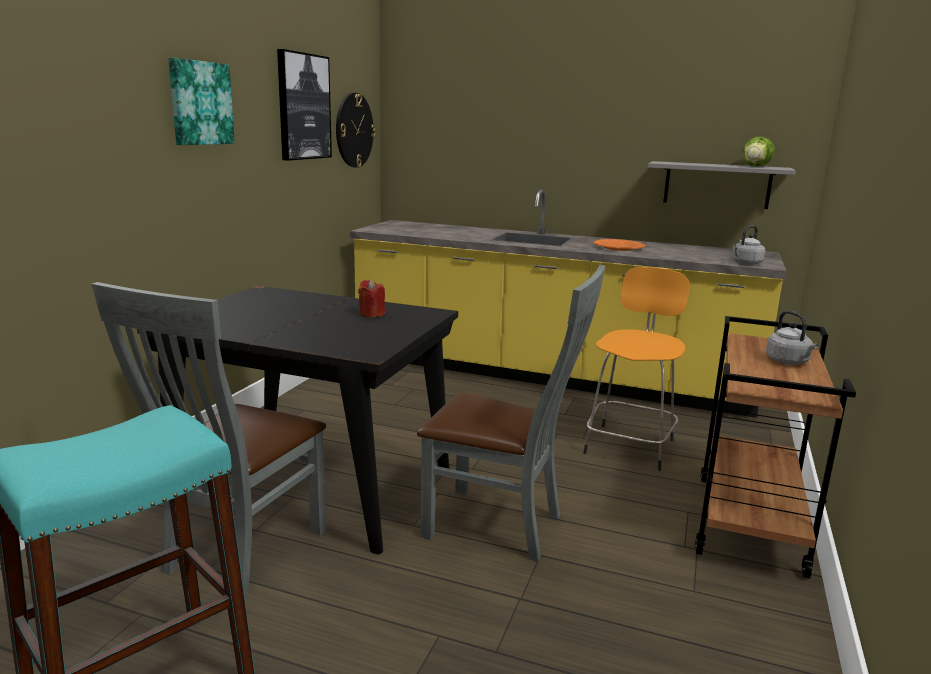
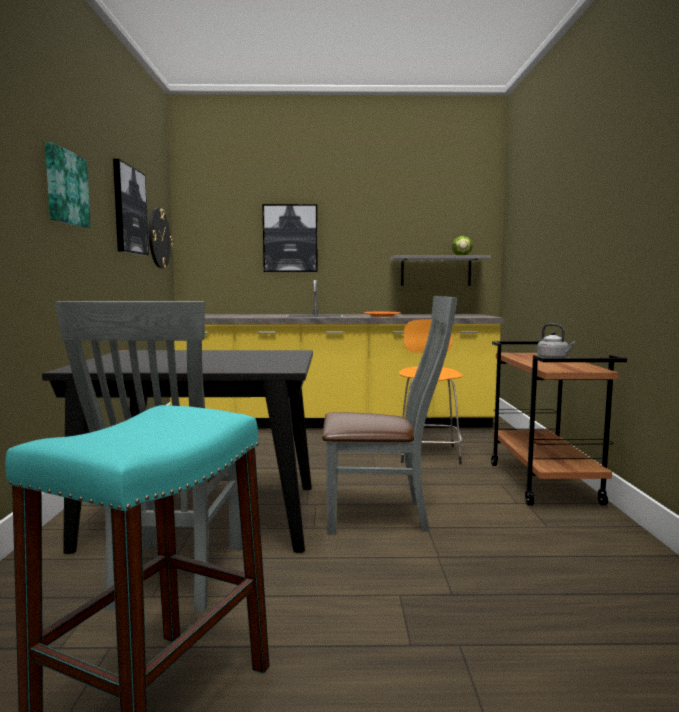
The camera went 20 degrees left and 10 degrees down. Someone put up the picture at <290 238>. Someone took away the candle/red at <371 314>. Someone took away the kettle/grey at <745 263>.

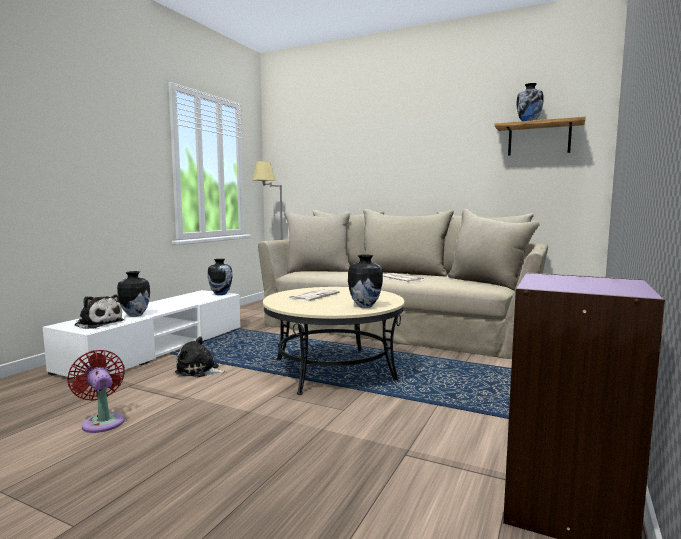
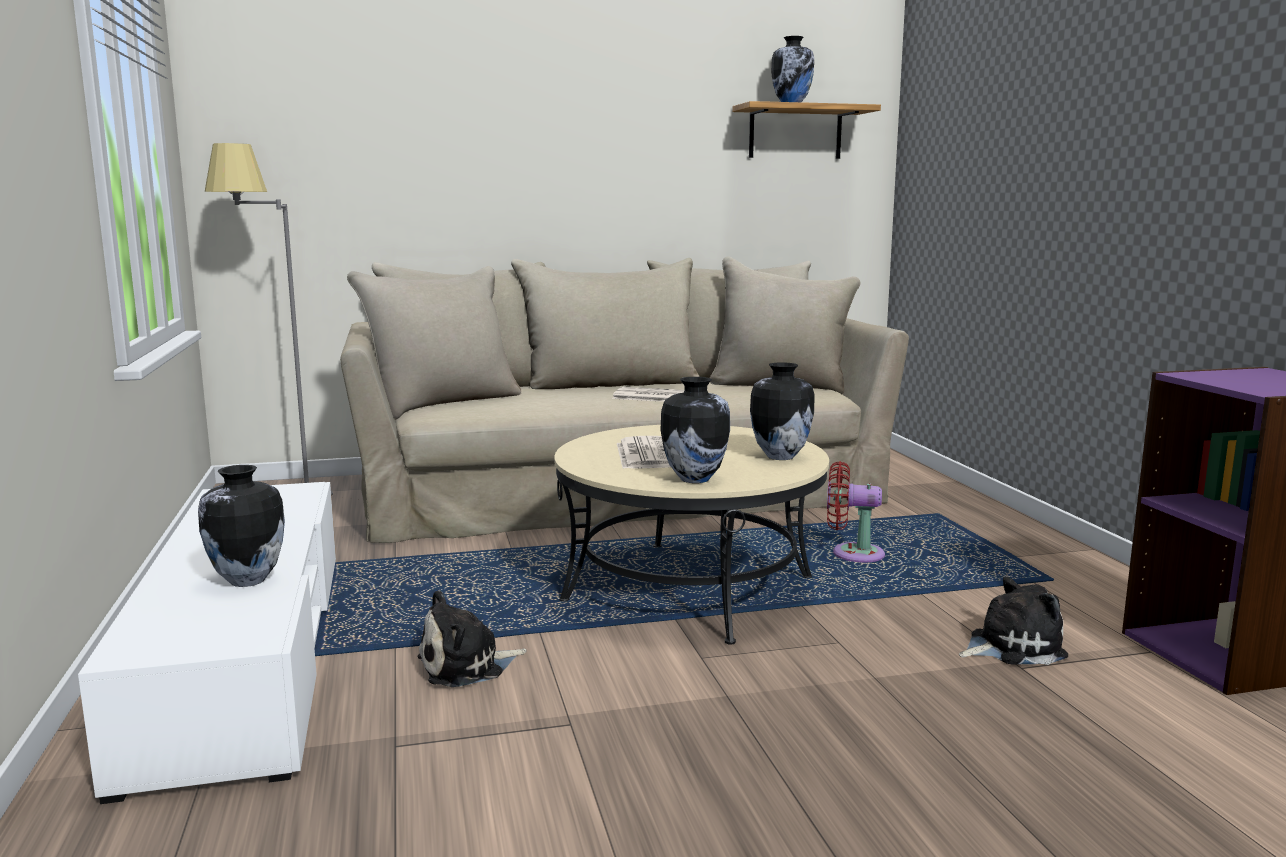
The camera went 40 degrees left and 5 degrees up. Someone carried the vase from <221 294> to <694 479>. Someone carried the fan/red from <102 421> to <852 554>. Someone carried the plush toy from <98 323> to <1011 647>.

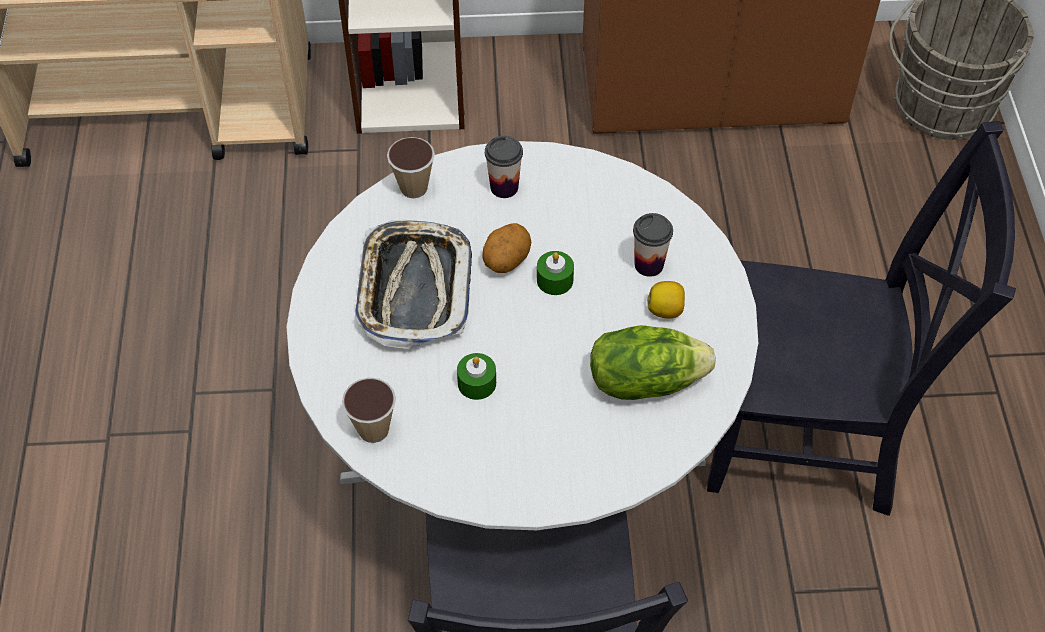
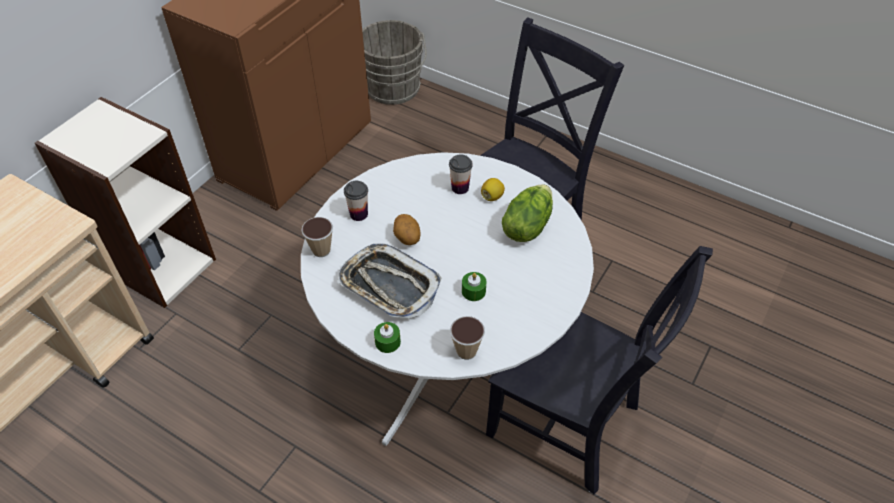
The camera went 55 degrees left and 5 degrees down. Someone carried the candle/green from <555 280> to <387 342>.

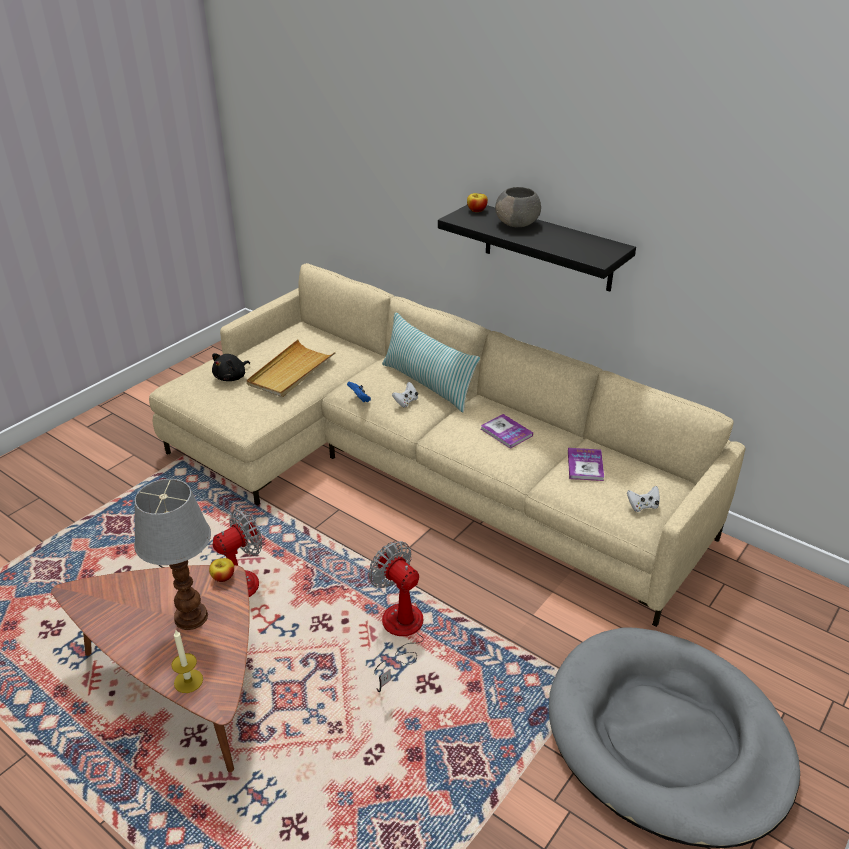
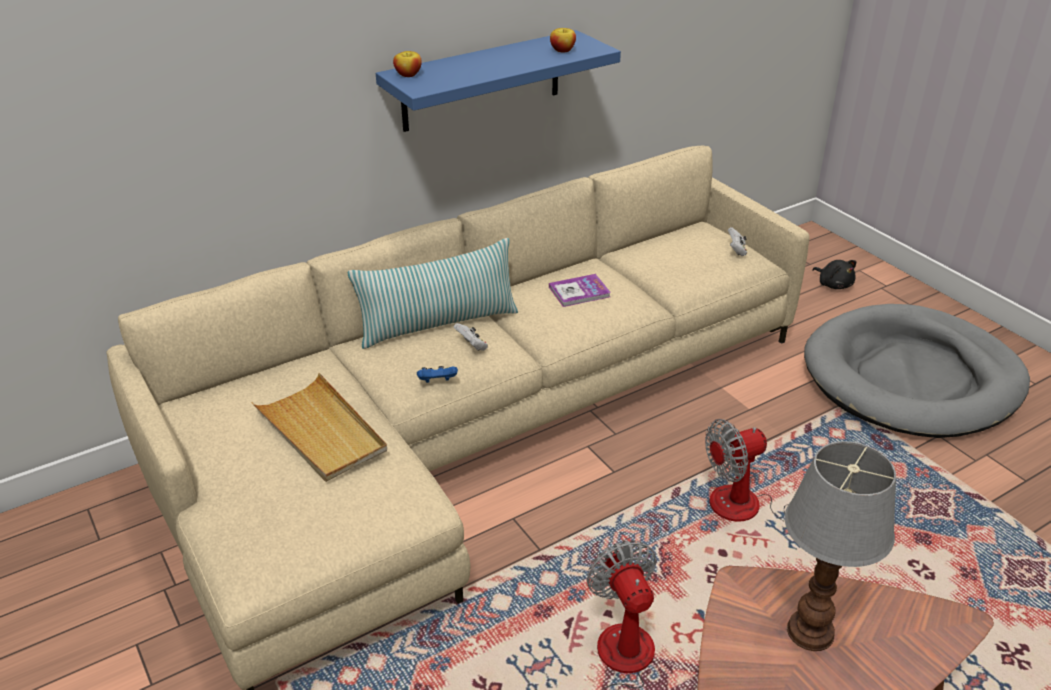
The camera went 70 degrees left and 0 degrees up. Someone repainted the shelf/black at <548 247>, which became the shelf/blue at <482 81>. Someone carried the apple from <223 577> to <562 50>. Someone carried the plush toy/black from <232 377> to <833 284>. Someone took away the candle at <188 681>. Someone took away the bowl/grey at <518 224>. Someone took away the book at <585 465>.

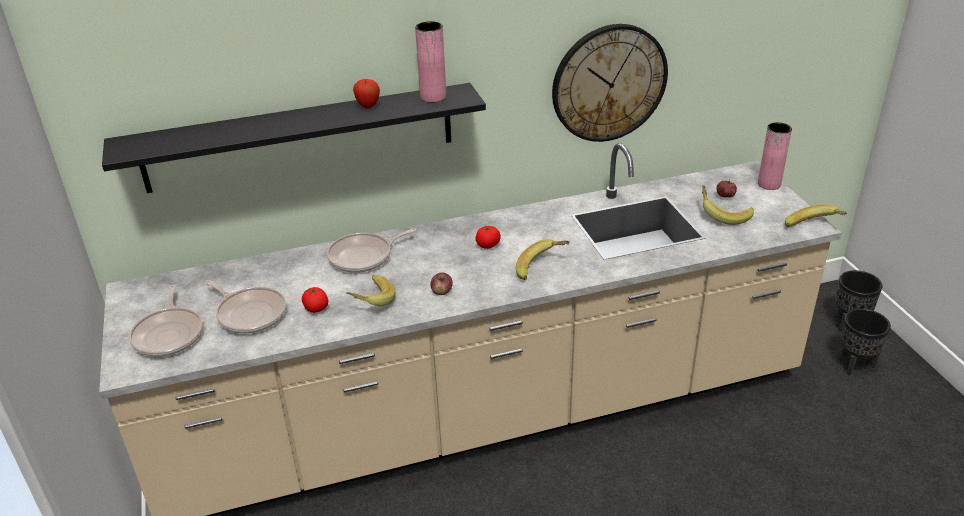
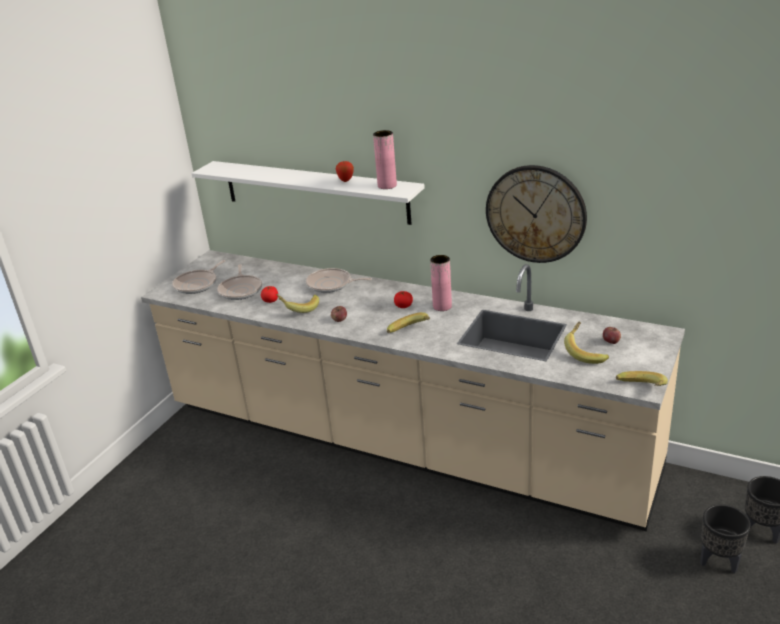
The camera went 45 degrees right and 5 degrees down. Someone repainted the shelf/black at <300 138>, which became the shelf/white at <314 191>. Someone carried the vase/pink from <769 184> to <442 306>.

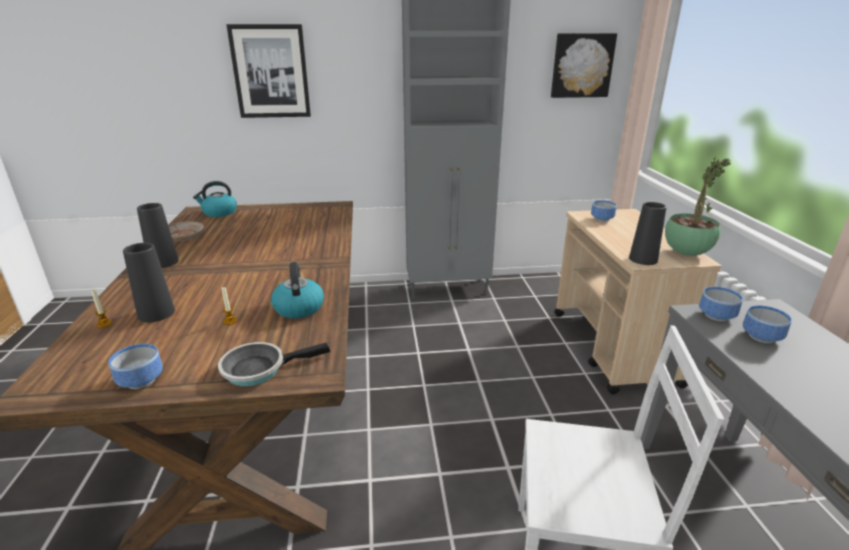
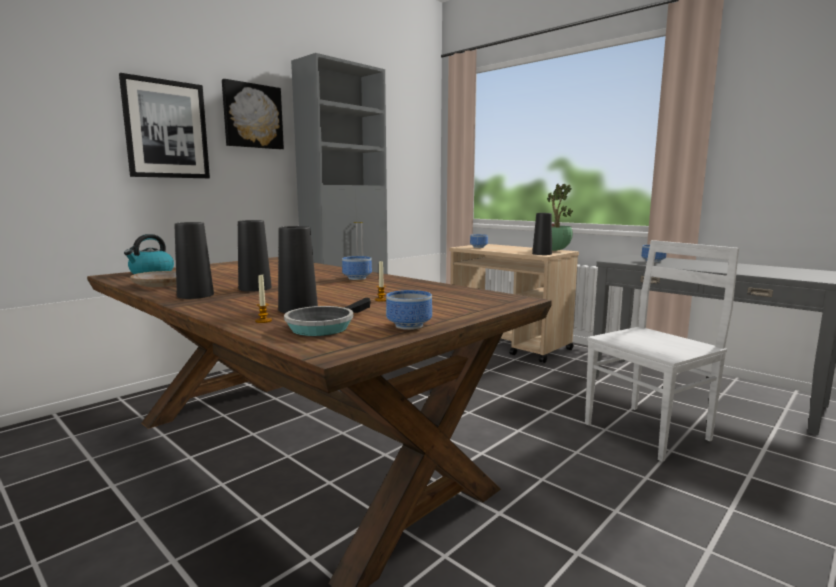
The camera went 40 degrees left and 15 degrees down. Someone carried the picture from <581 65> to <252 116>. Someone put down the vase/black at <255 288>. Someone carried the frying pan from <259 369> to <323 326>. Someone carried the bowl from <717 316> to <358 278>. Someone took away the kettle at <298 307>.

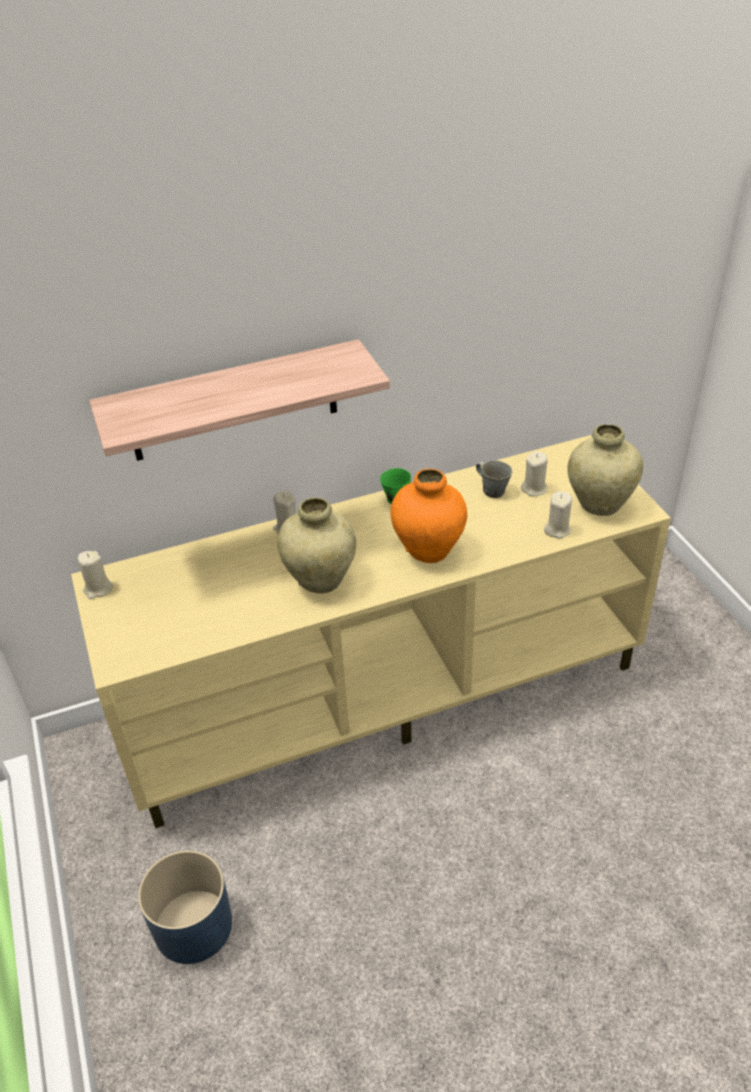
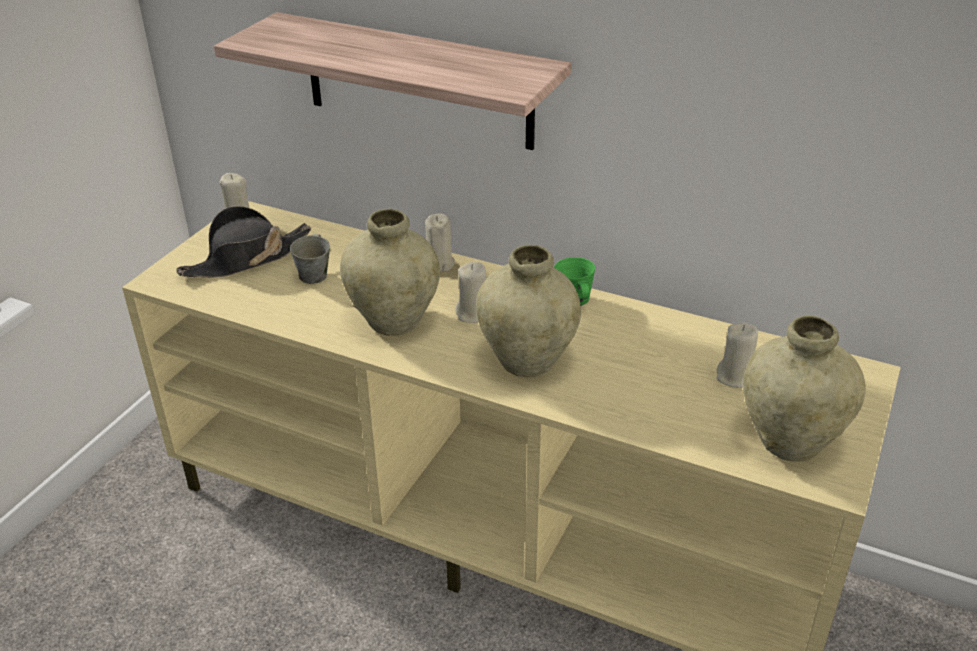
The camera went 45 degrees right and 5 degrees down. Someone put down the hat/black at <246 259>. Someone carried the mug/grey from <493 490> to <314 275>. Someone carried the candle/beige from <557 529> to <473 313>. Someone repainted the vase/orange at <428 550>, which became the vase/beige at <527 361>. Someone took away the planter/blue at <193 925>.

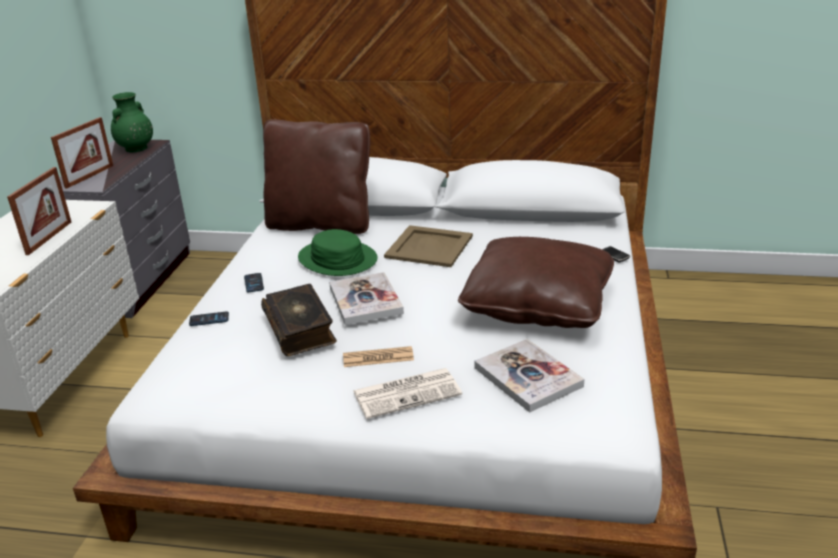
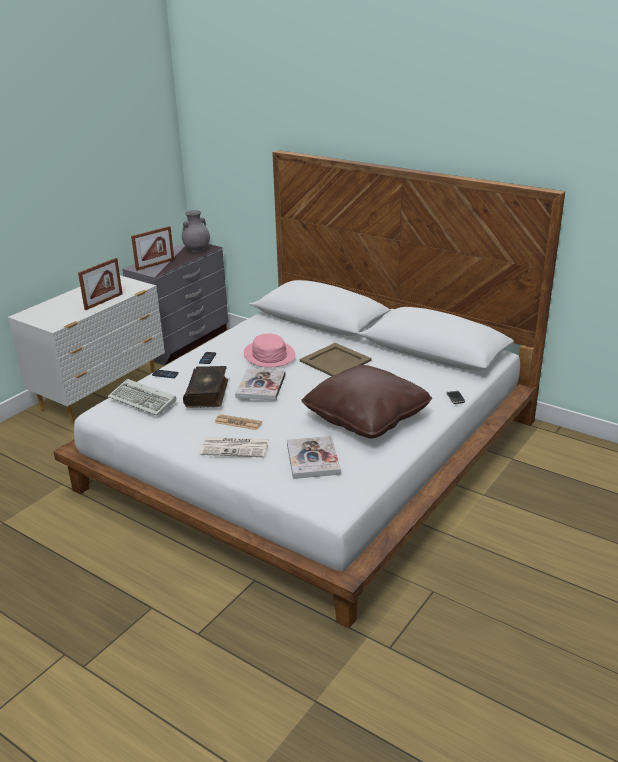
The camera went 25 degrees right and 0 degrees up. Someone put down the keyboard at <144 400>. Someone repainted the vase/green at <135 149>, which became the vase/grey at <196 250>. Someone repainted the hat/green at <337 259>, which became the hat/pink at <269 355>. Someone took away the pillow/brown at <321 224>.

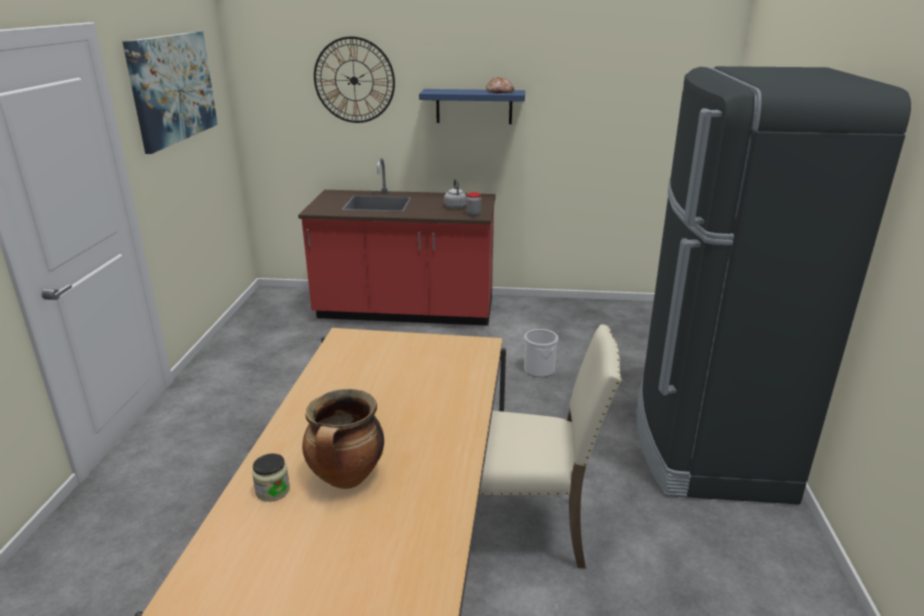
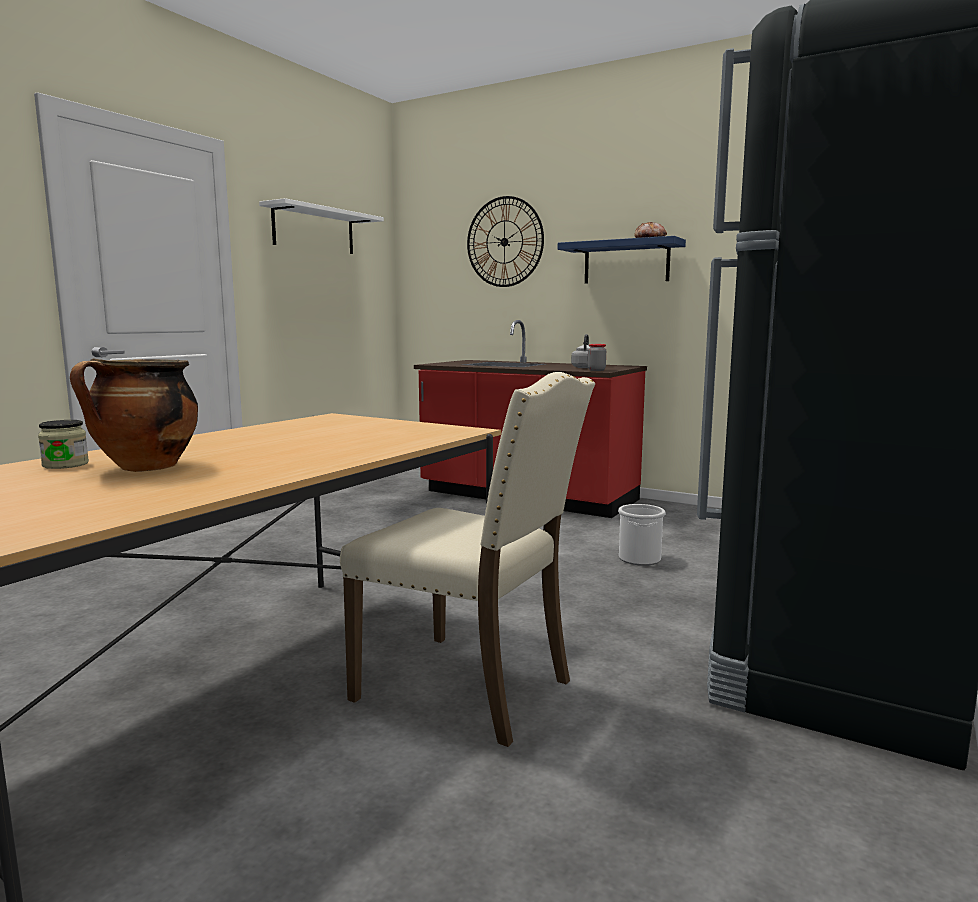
The camera went 25 degrees right and 15 degrees down. Someone swapped the picture at <173 88> for the shelf/white at <314 230>.

